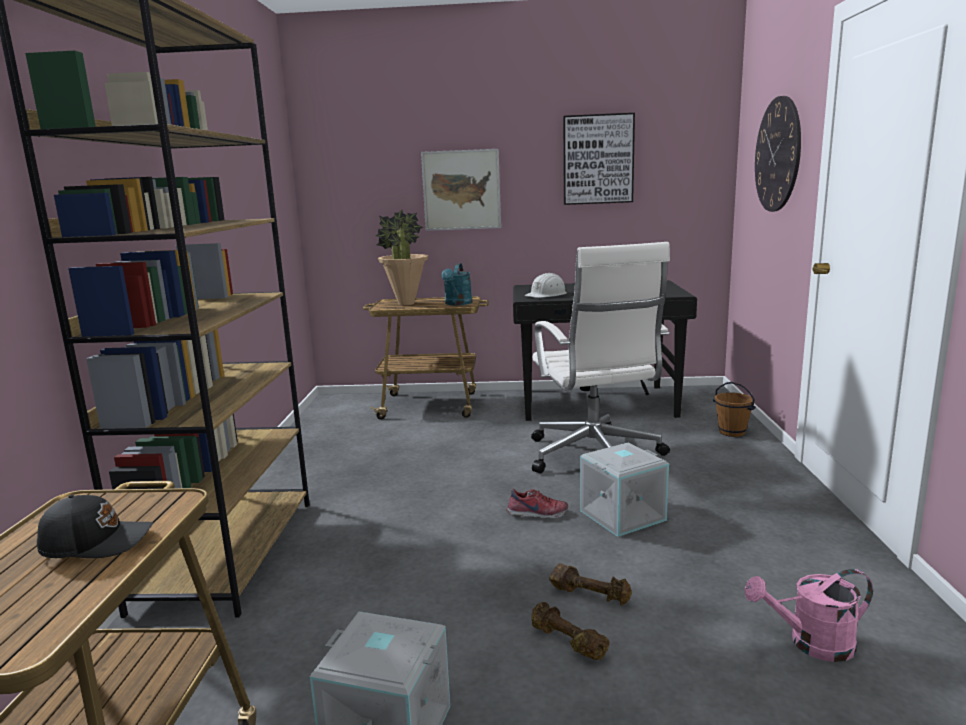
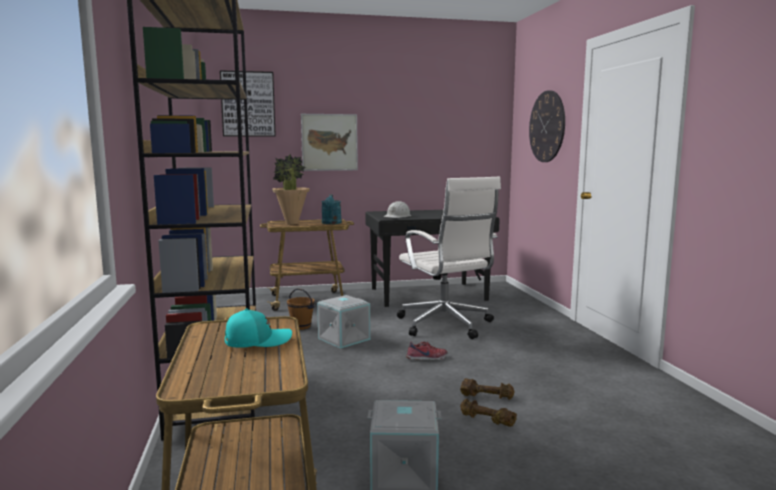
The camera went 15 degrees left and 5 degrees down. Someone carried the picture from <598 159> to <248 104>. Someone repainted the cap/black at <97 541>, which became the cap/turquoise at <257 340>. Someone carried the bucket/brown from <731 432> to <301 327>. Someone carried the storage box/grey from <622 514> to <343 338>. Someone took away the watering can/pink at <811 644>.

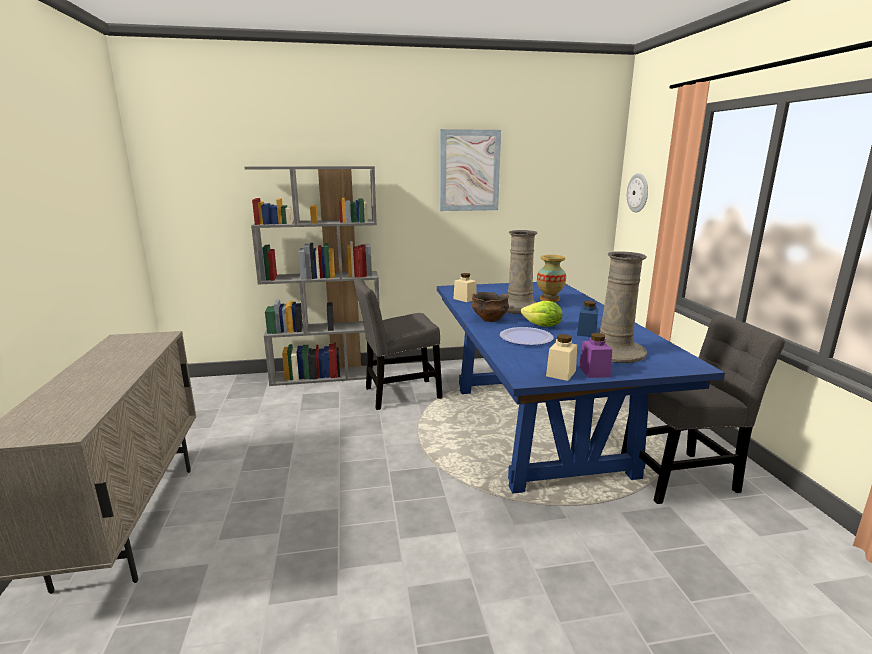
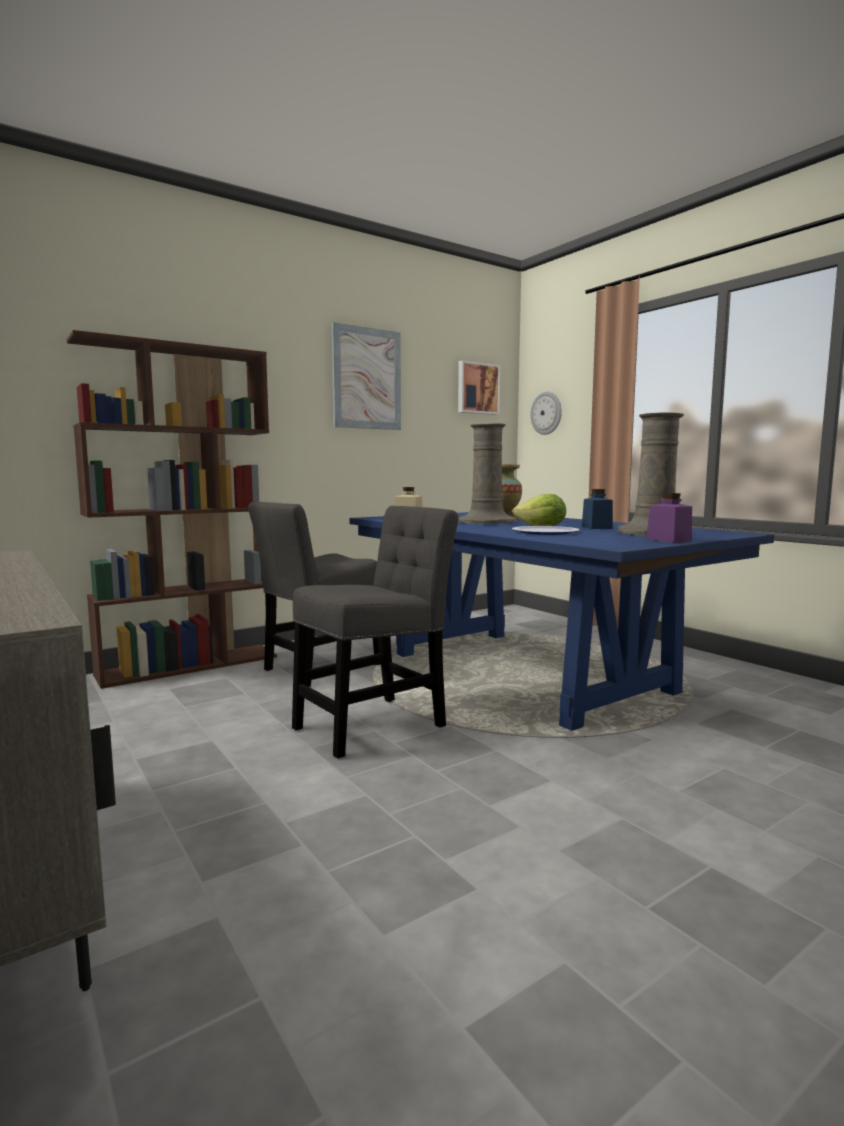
The camera went 25 degrees left and 10 degrees down. Someone repainted the bookcase/grey at <327 375>, which became the bookcase/brown at <189 665>. Someone carried the chair/grey from <682 477> to <376 724>. Someone put up the picture at <477 388>. Someone took away the bowl at <490 319>. Someone took away the jar/beige at <561 373>.

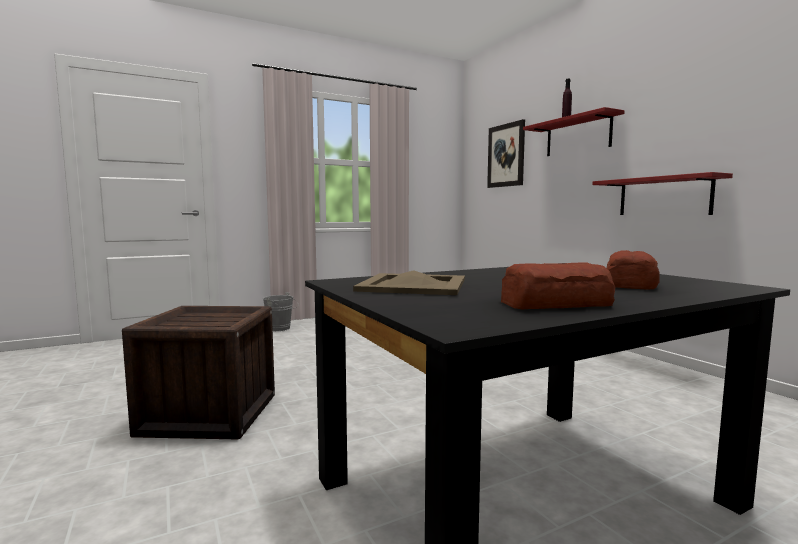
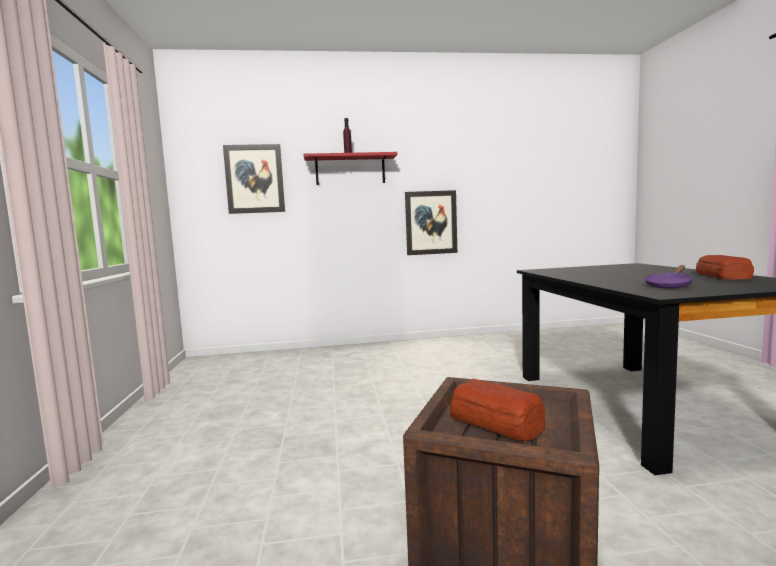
The camera went 70 degrees left and 0 degrees up. Someone swapped the shelf/red at <664 196> for the picture at <431 222>. Someone carried the bread from <631 283> to <495 421>. Someone swapped the tray/beige at <414 285> for the frying pan/purple at <669 285>. Someone took away the bucket/grey at <281 328>.

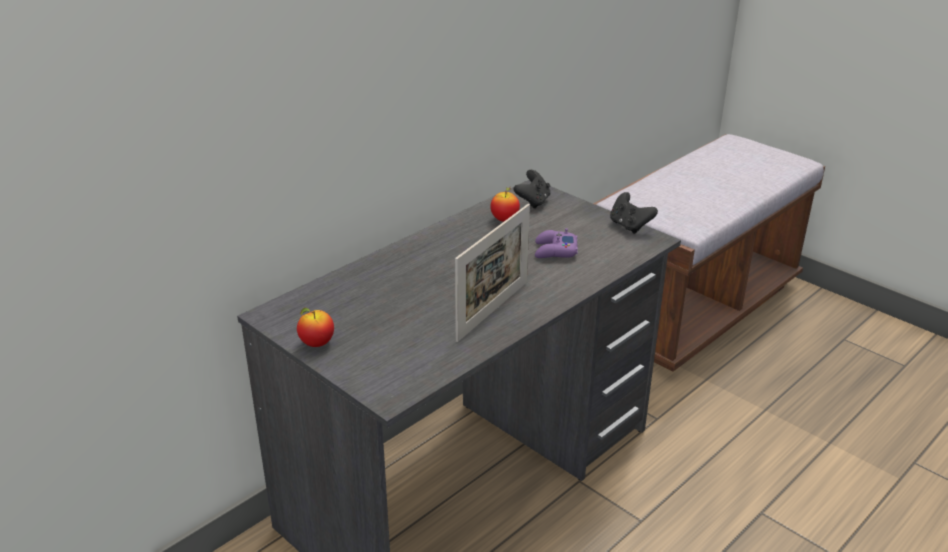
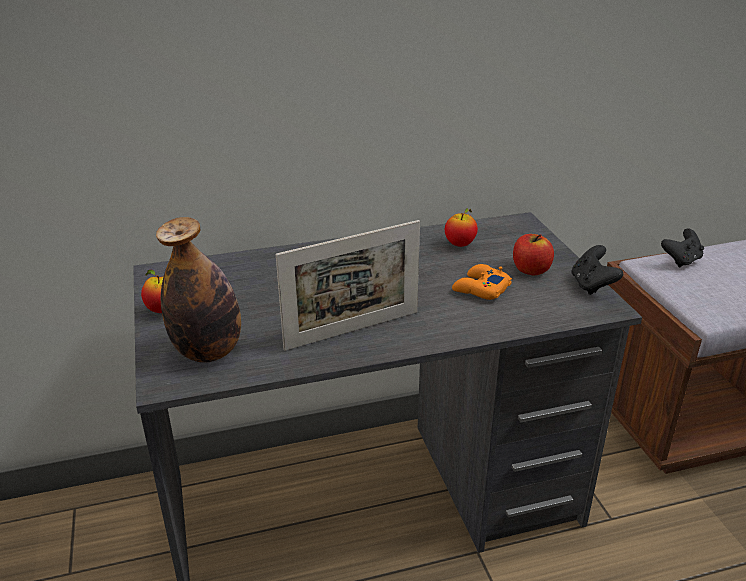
The camera went 30 degrees right and 0 degrees up. Someone put down the bottle at <208 351>. Someone repainted the game controller/purple at <555 251>, which became the game controller/orange at <480 289>. Someone put down the apple at <530 270>. Someone carried the game controller/black from <533 202> to <681 261>.

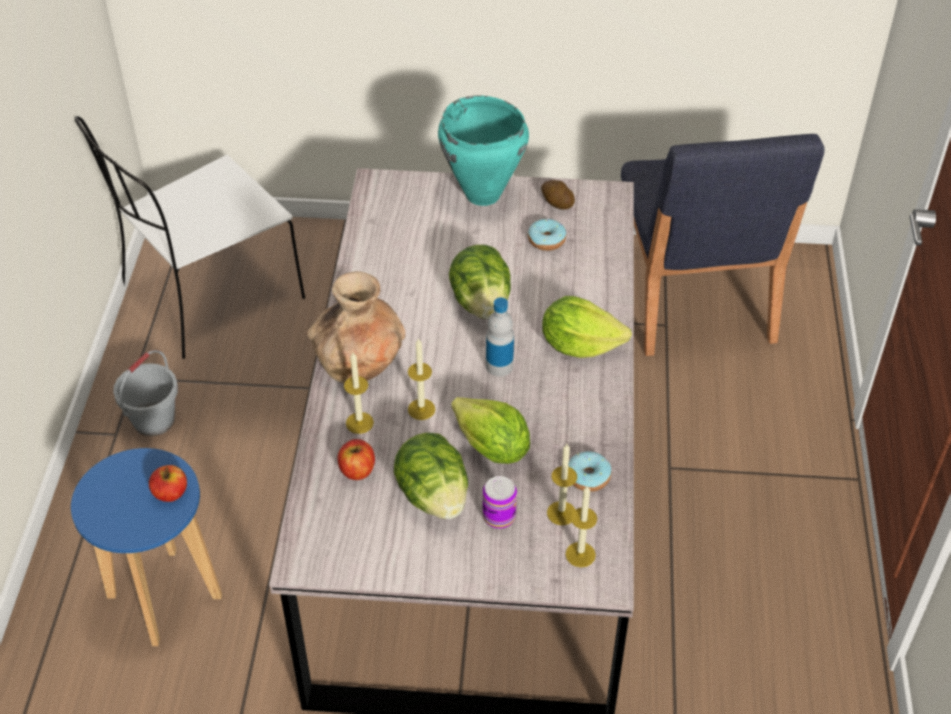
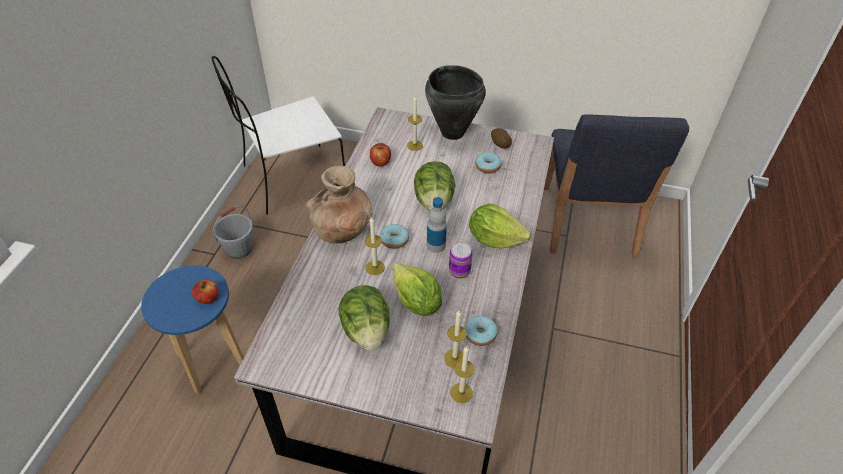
The camera went 10 degrees right and 0 degrees up. Someone carried the apple from <357 470> to <380 162>. Someone put down the donut at <394 240>. Someone carried the candle from <359 423> to <414 145>. Someone repainted the cooking pot/turquoise at <483 195>, which became the cooking pot/black at <452 133>. Someone carried the can from <499 516> to <459 271>.

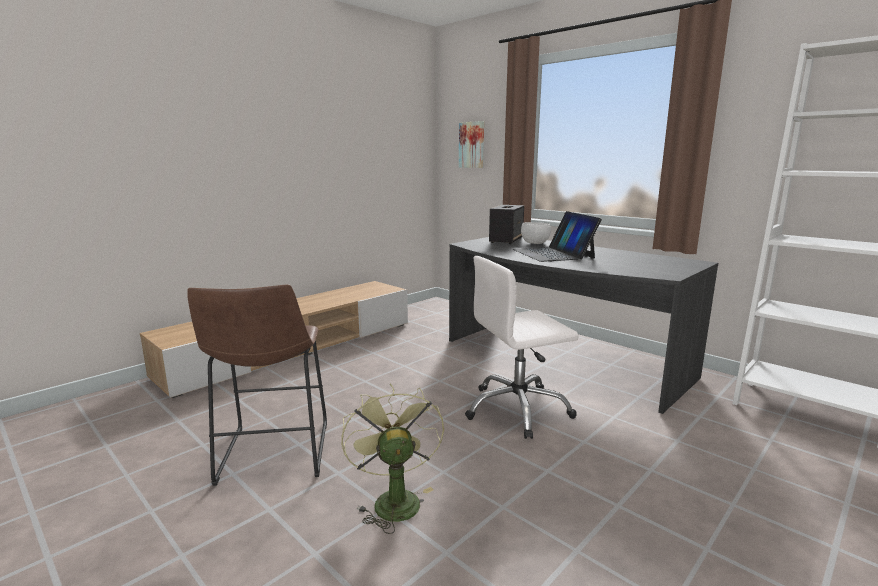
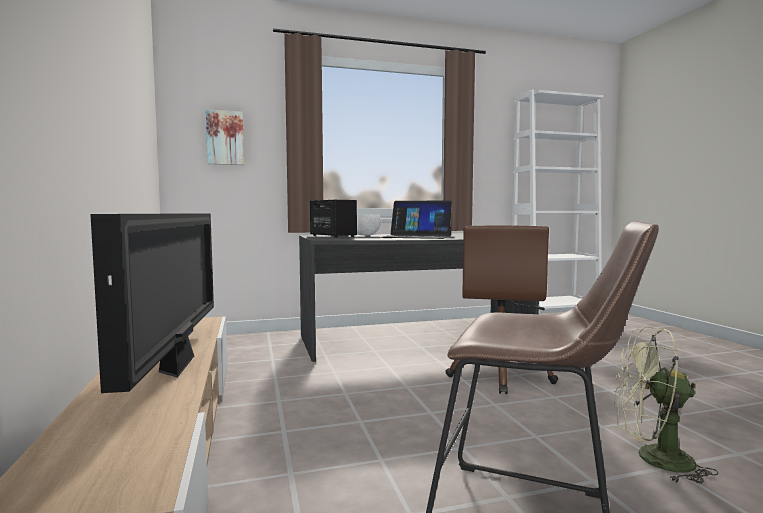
The camera went 60 degrees left and 10 degrees down. Someone put down the television at <178 365>. Someone repainted the office chair/white at <517 409>, which became the office chair/brown at <500 374>.

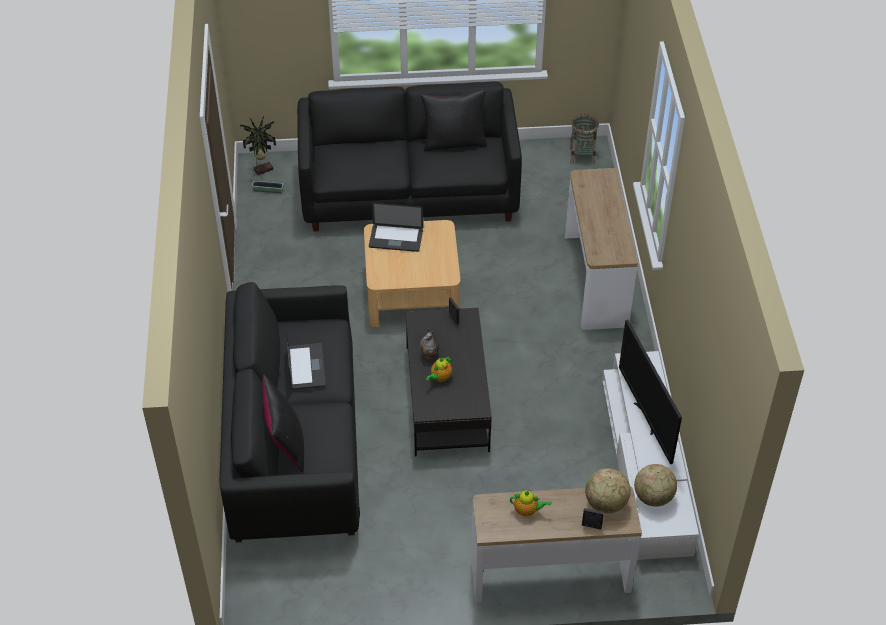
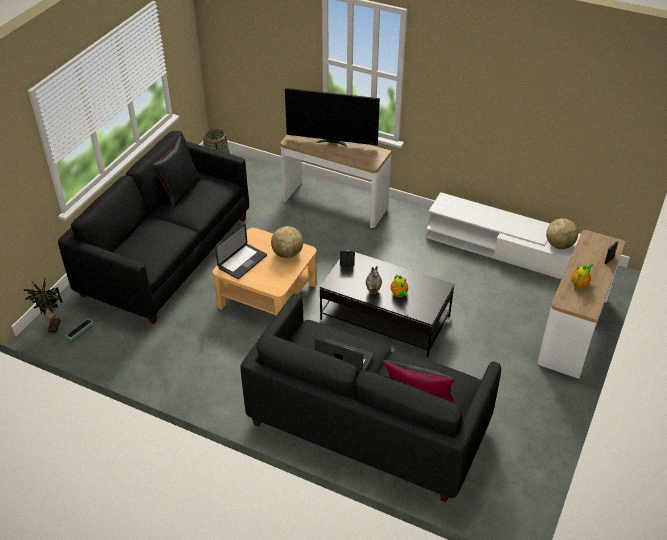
The camera went 60 degrees left and 5 degrees down. Someone carried the globe from <606 504> to <287 254>. Someone carried the television from <646 418> to <332 142>.

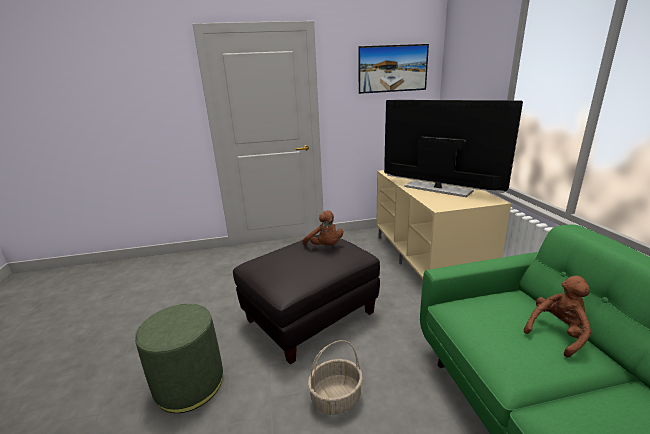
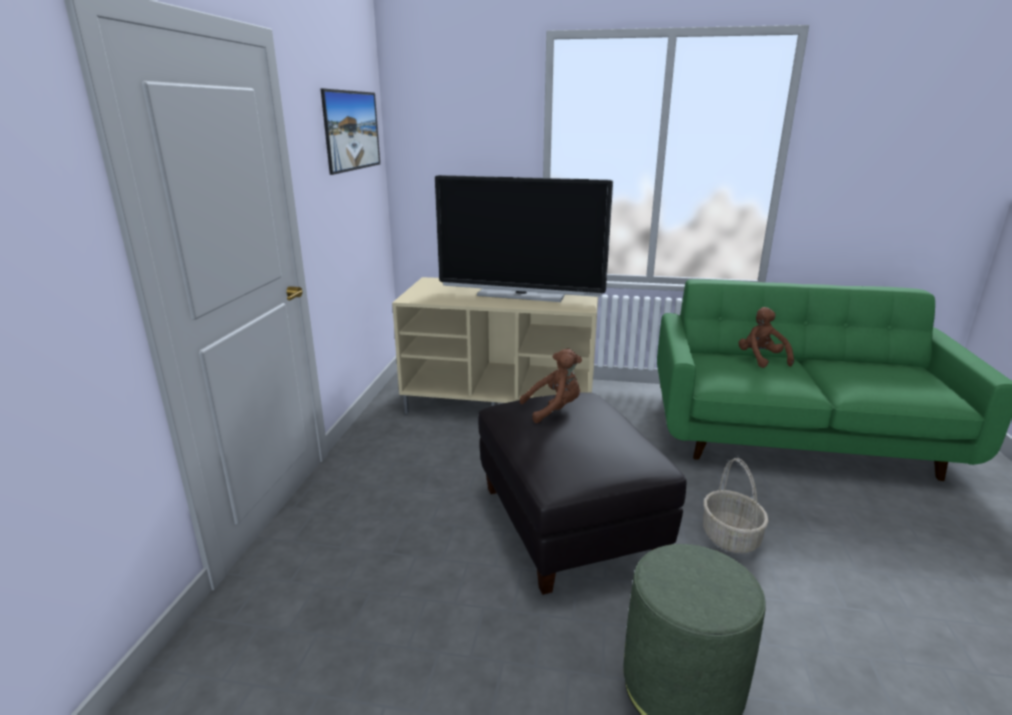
The camera went 70 degrees left and 0 degrees up. Someone rotated the television at <438 188> by 135 degrees counterclockwise.

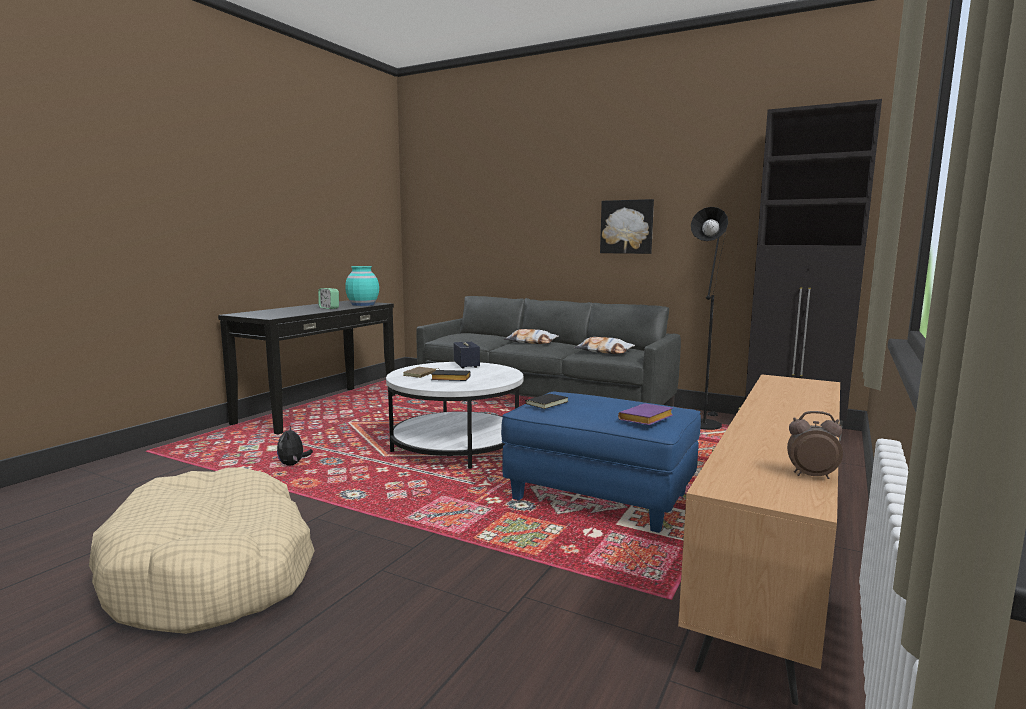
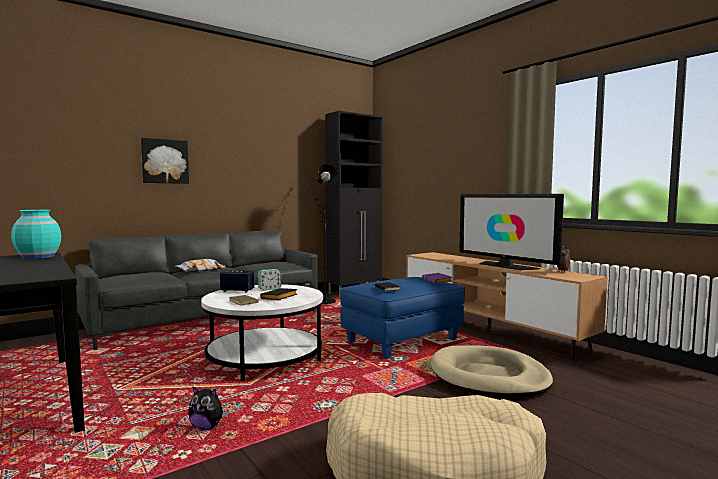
The camera went 65 degrees left and 5 degrees down. Someone carried the picture from <627 227> to <165 161>. Someone carried the alarm clock from <329 308> to <269 289>. Someone put down the dog bed/beige at <488 377>. Someone put down the television at <505 266>. Someone took away the pillow at <604 351>.

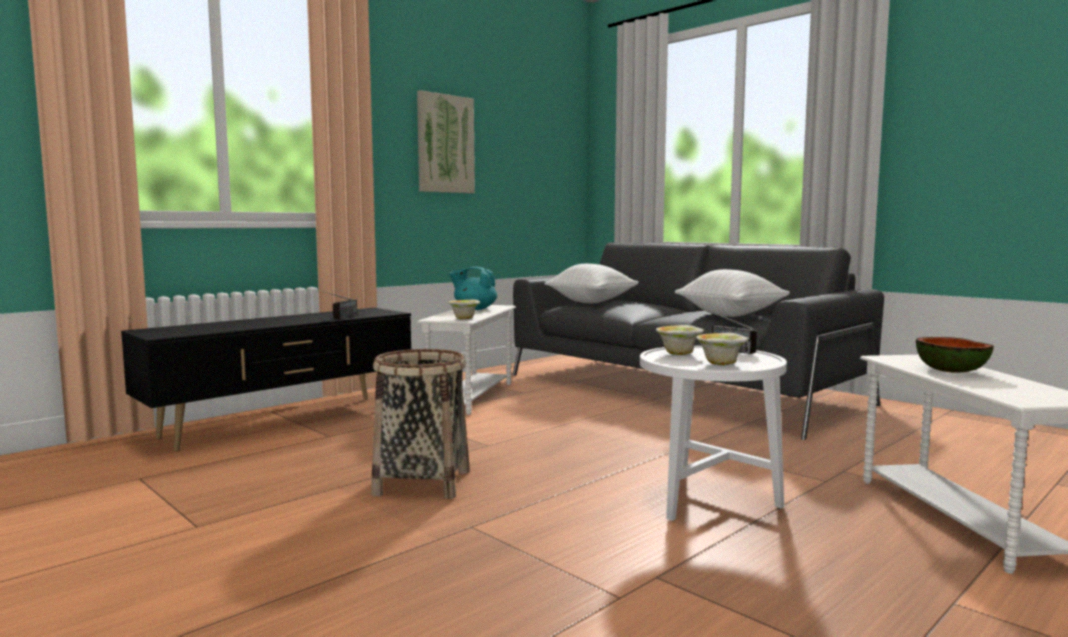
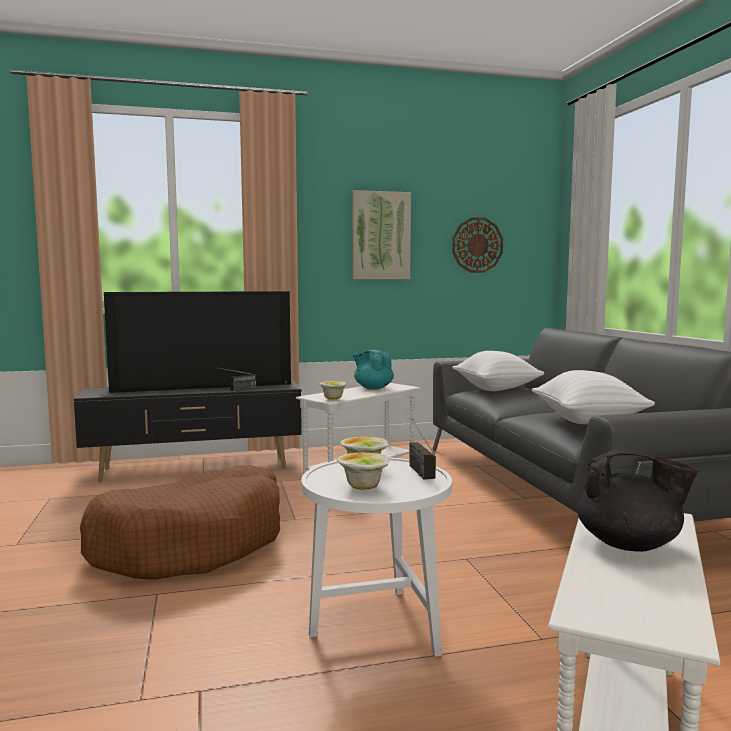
The camera went 30 degrees right and 0 degrees up. Someone swapped the basket at <422 483> for the dog bed/brown at <192 544>. Someone put down the television at <204 386>. Someone put up the wall clock at <477 245>. Someone swapped the bowl at <952 371> for the teapot/black at <630 545>.

